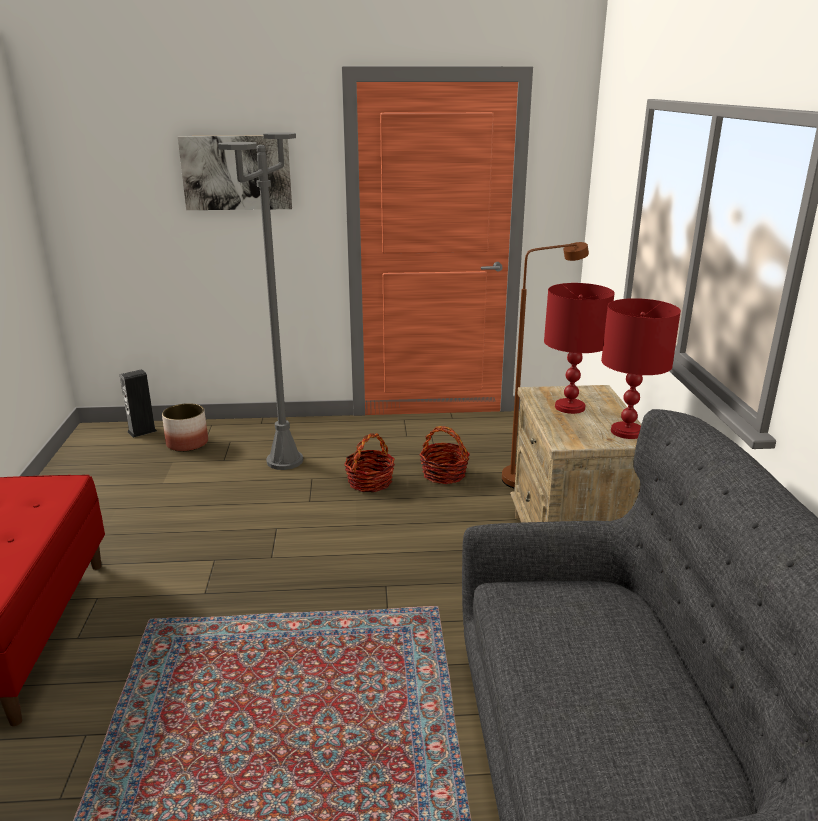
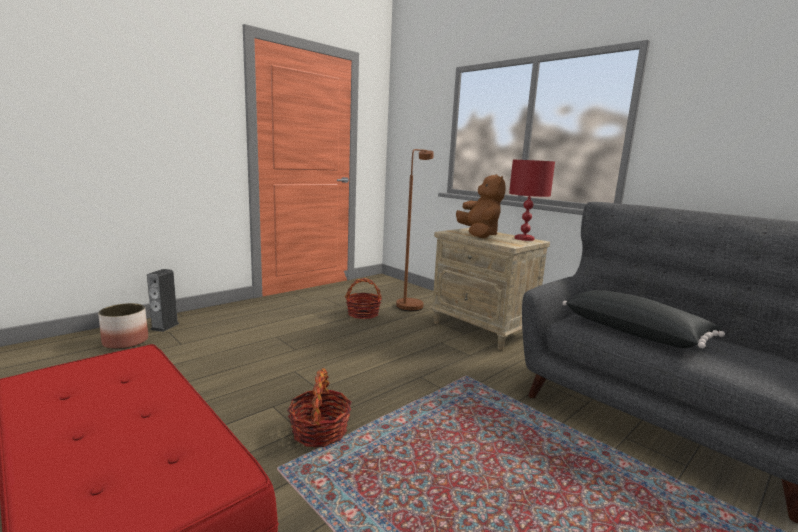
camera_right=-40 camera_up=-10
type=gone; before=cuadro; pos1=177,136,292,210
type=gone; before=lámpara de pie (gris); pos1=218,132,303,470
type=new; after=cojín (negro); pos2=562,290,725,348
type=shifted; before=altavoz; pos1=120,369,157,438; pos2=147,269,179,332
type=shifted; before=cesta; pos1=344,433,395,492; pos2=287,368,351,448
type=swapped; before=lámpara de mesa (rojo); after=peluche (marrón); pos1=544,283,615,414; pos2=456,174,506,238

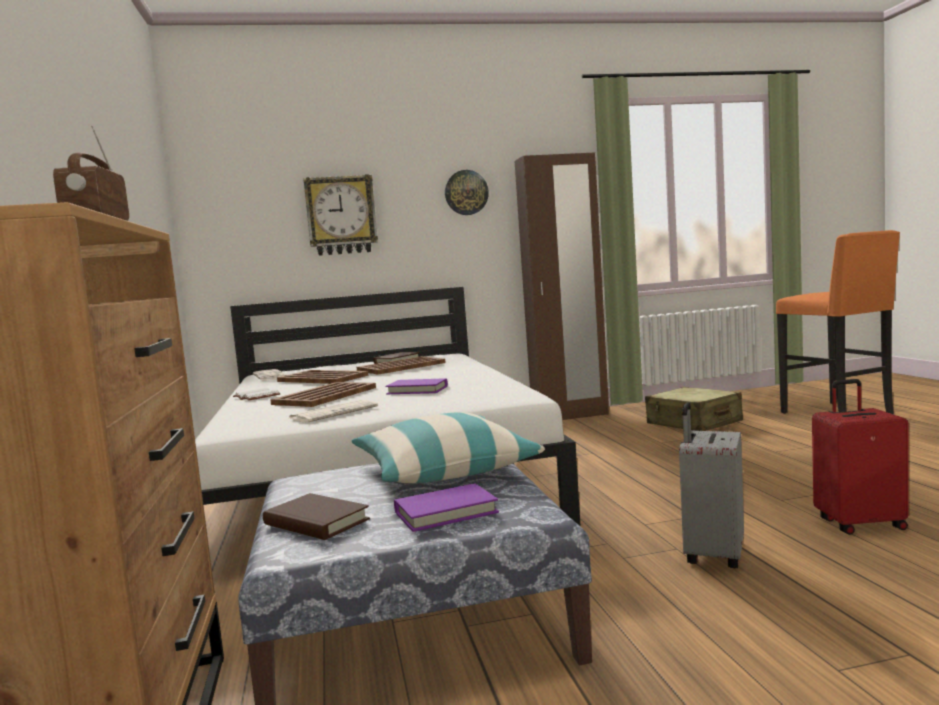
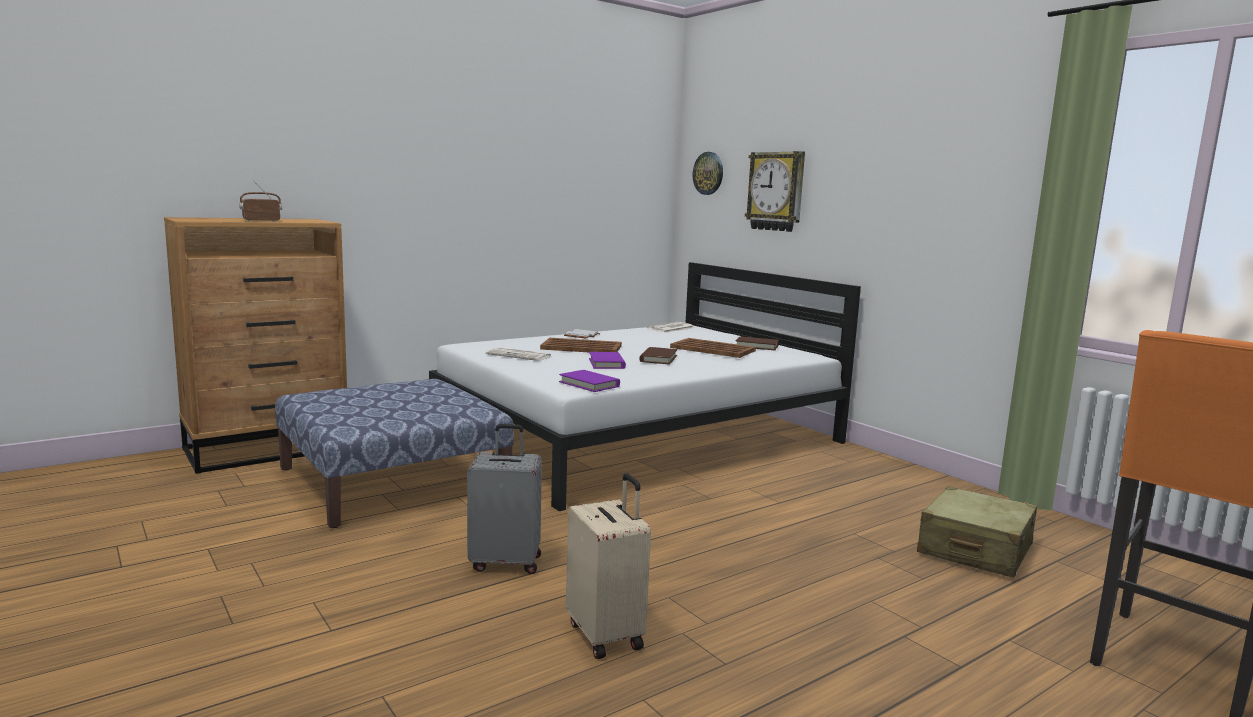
camera_right=65 camera_up=5
type=gone; before=bandeja (marrón); pos1=277,370,368,384
type=gone; before=cojín; pos1=352,412,545,483
type=gone; before=armario ropero (marrón); pos1=515,153,609,420
type=shifted; before=libro (marrón); pos1=263,493,370,540; pos2=639,347,678,364
type=shifted; before=libro (morado); pos1=394,483,499,532; pos2=559,370,620,392
type=shifted; before=reloj de pared; pos1=445,170,489,215; pos2=693,152,723,195
type=repainted; before=maleta (rojo); after=maleta (beis); pos1=812,379,909,535; pos2=566,473,651,659

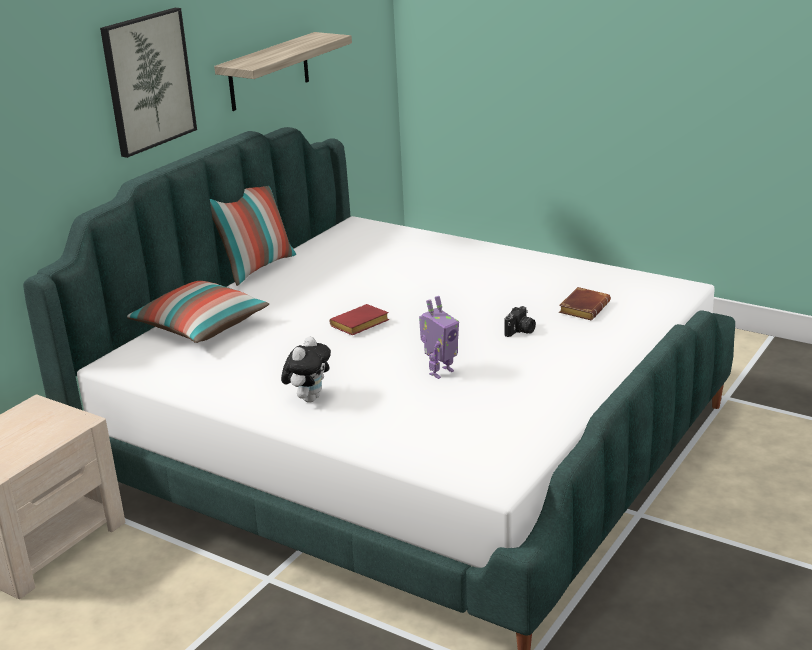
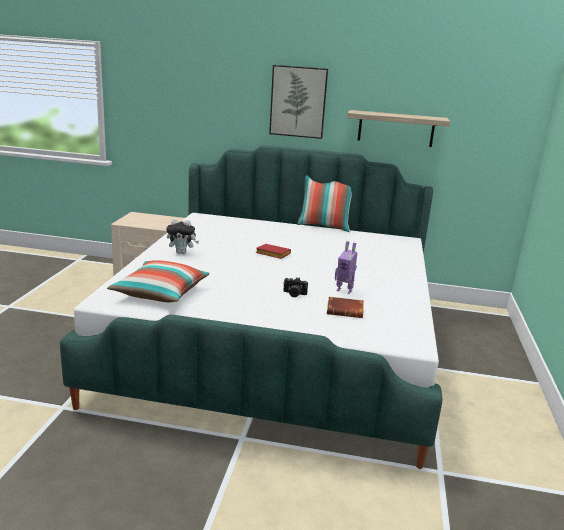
camera_right=65 camera_up=-5
type=shifted; before=cojín; pos1=127,281,269,343; pos2=107,260,210,302
type=shifted; before=robot de juguete; pos1=419,296,459,379; pos2=335,241,358,294

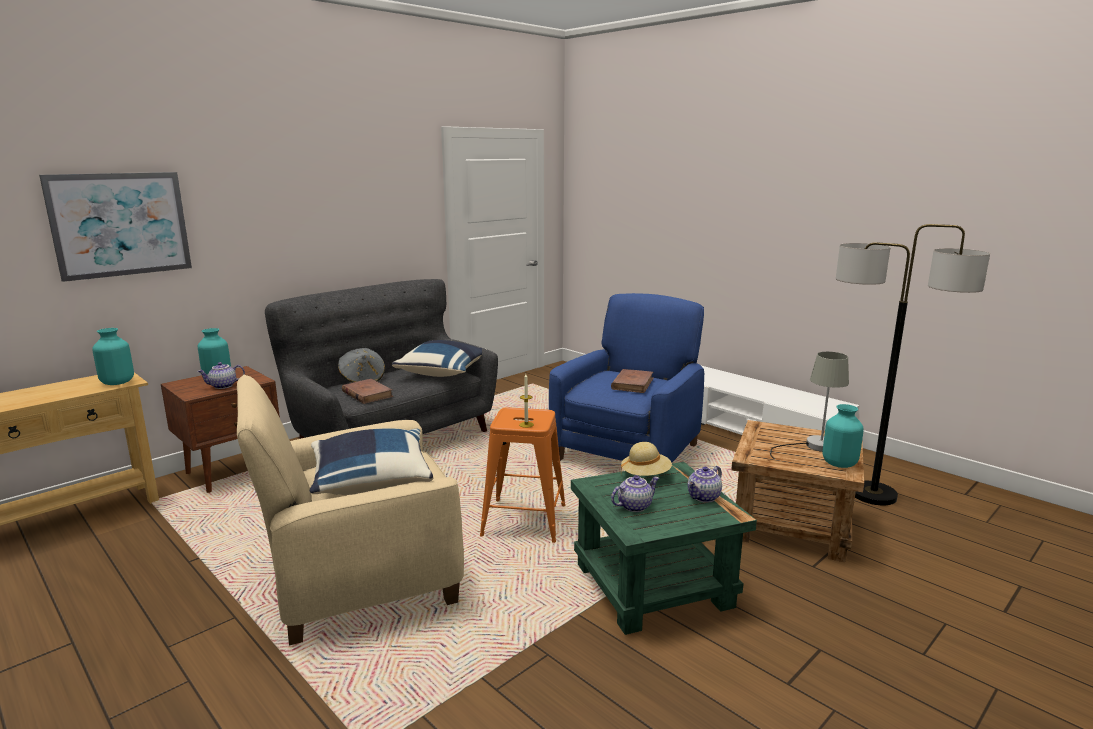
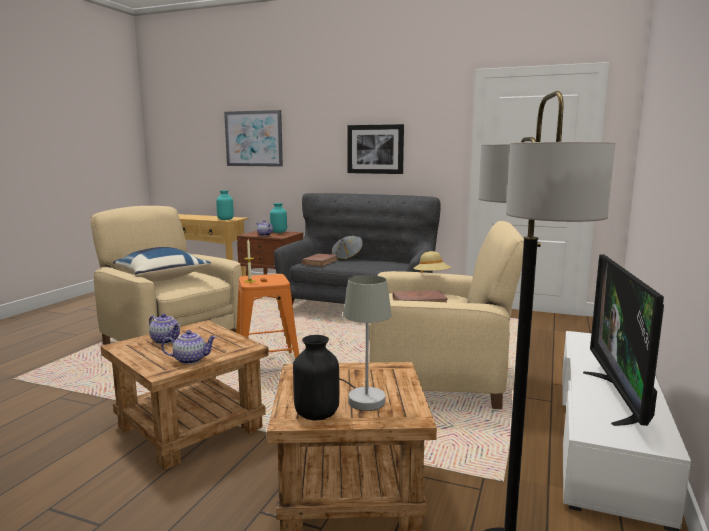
camera_right=65 camera_up=-5
type=gone; before=cojín (azul); pos1=392,340,485,377
type=new; after=cuadro; pos2=347,124,404,174
type=new; after=televisor; pos2=583,254,664,426
type=shifted; before=sombrero (beis); pos1=621,442,672,476; pos2=414,251,451,273
type=repainted; before=sillón (azul); after=sillón (beis); pos1=549,293,704,462; pos2=369,221,524,409
type=repainted; before=mesa auxiliar (verde); after=mesa auxiliar (marrón); pos1=571,462,757,635; pos2=100,320,269,470
type=repainted; before=florero (turquesa); after=florero (negro); pos1=822,404,864,468; pos2=293,335,339,421
type=rotated; before=tetera; pos1=688,466,722,503; pos2=162,330,216,364; turn=150

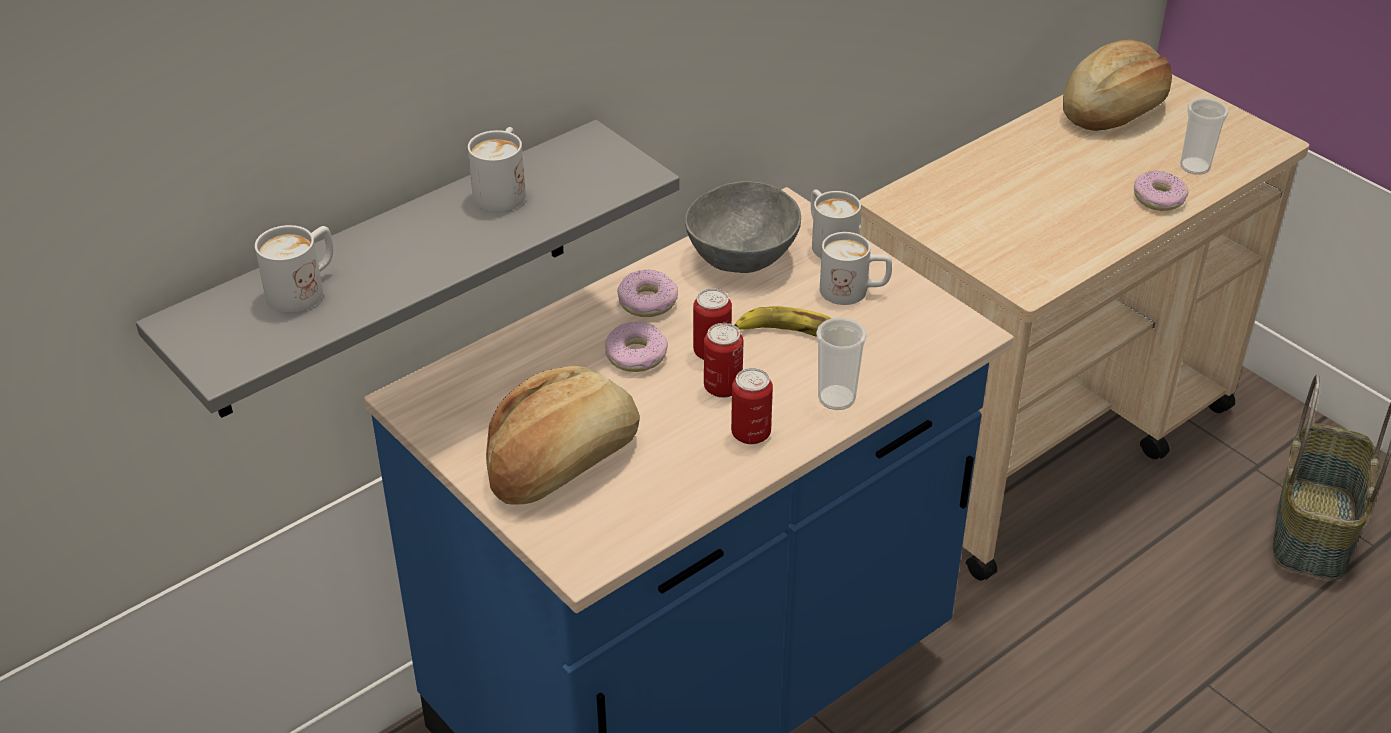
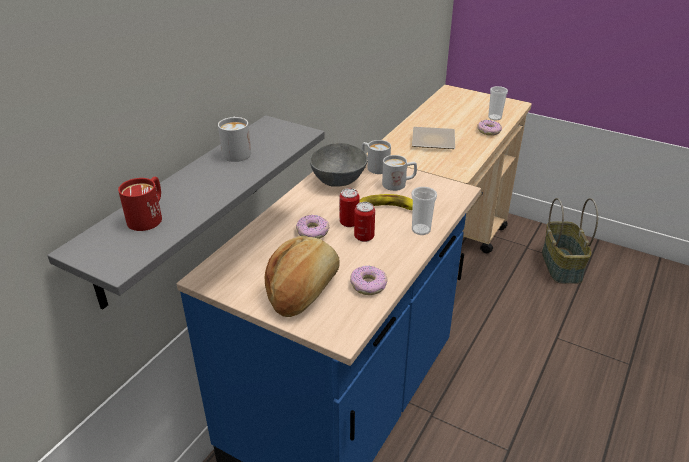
camera_right=-20 camera_up=-5
type=gone; before=lata; pos1=731,368,773,444
type=gone; before=pan; pos1=1063,39,1172,131
type=new; after=plato; pos2=412,127,455,149
type=shifted; before=rosquilla; pos1=617,270,678,317; pos2=350,265,388,295
type=repainted; before=taza grande (blanco); after=taza grande (rojo); pos1=255,225,333,313; pos2=118,177,162,231

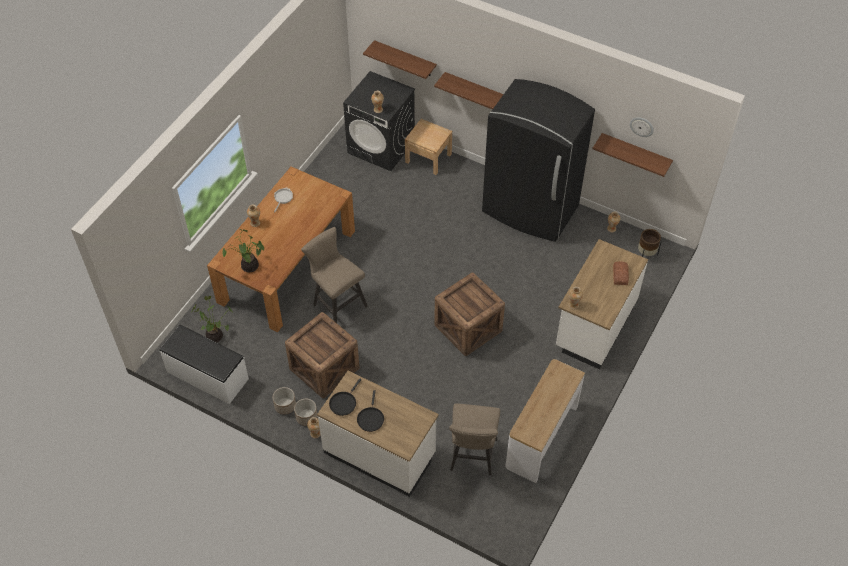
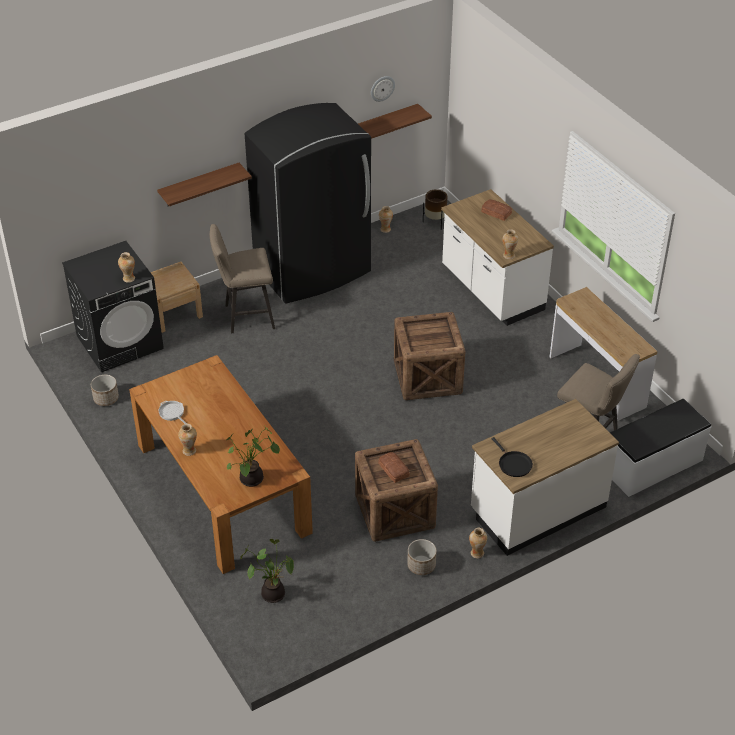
camera_right=-60 camera_up=-10
type=gone; before=sartén (negro); pos1=357,390,384,432
type=gone; before=estante; pos1=363,40,437,79
type=new; after=pan; pos2=378,452,410,483
type=shifted; before=banco (blanco); pos1=160,325,249,404; pos2=610,399,711,497
type=shifted; before=maceta; pos1=294,399,318,426; pos2=91,375,119,406
type=shifted; before=taburete (beis); pos1=301,227,368,323; pos2=210,224,275,333

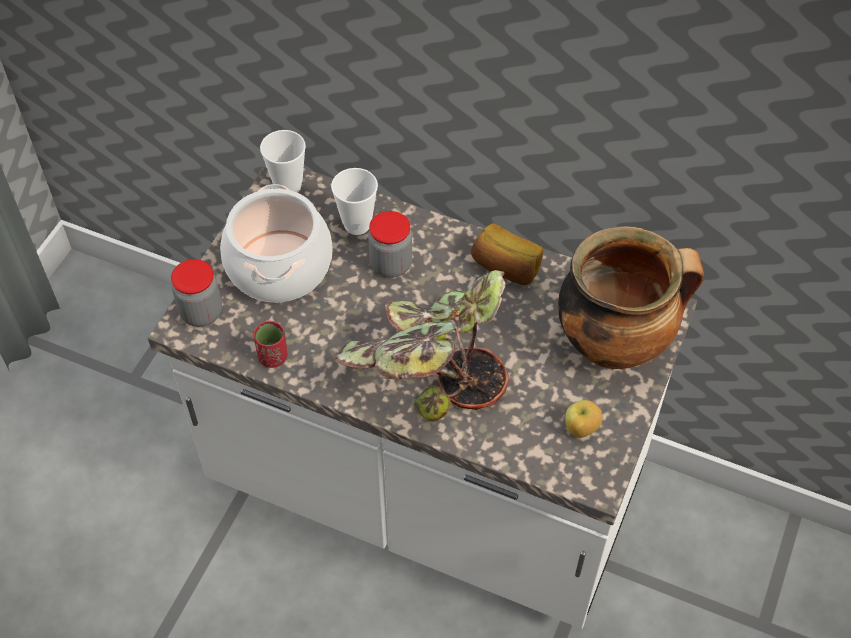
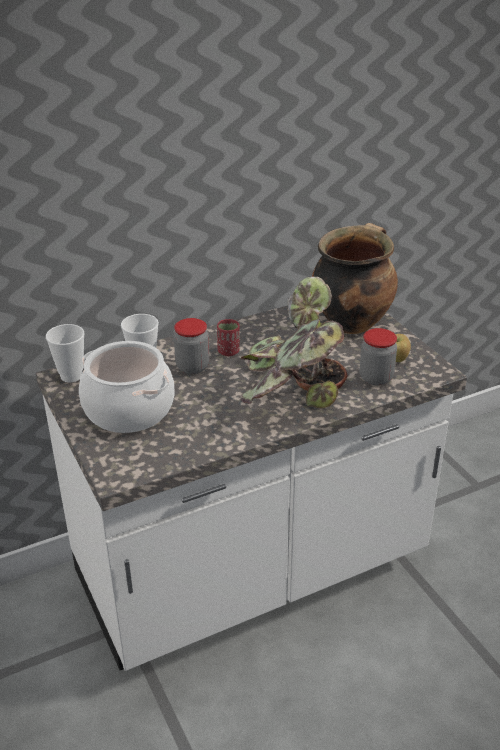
camera_right=-50 camera_up=-20
type=gone; before=pan; pos1=471,223,543,285
type=shifted; before=tarro; pos1=171,259,222,327; pos2=359,328,397,386
type=shifted; before=taza (rojo); pos1=254,321,287,368; pos2=217,319,240,356

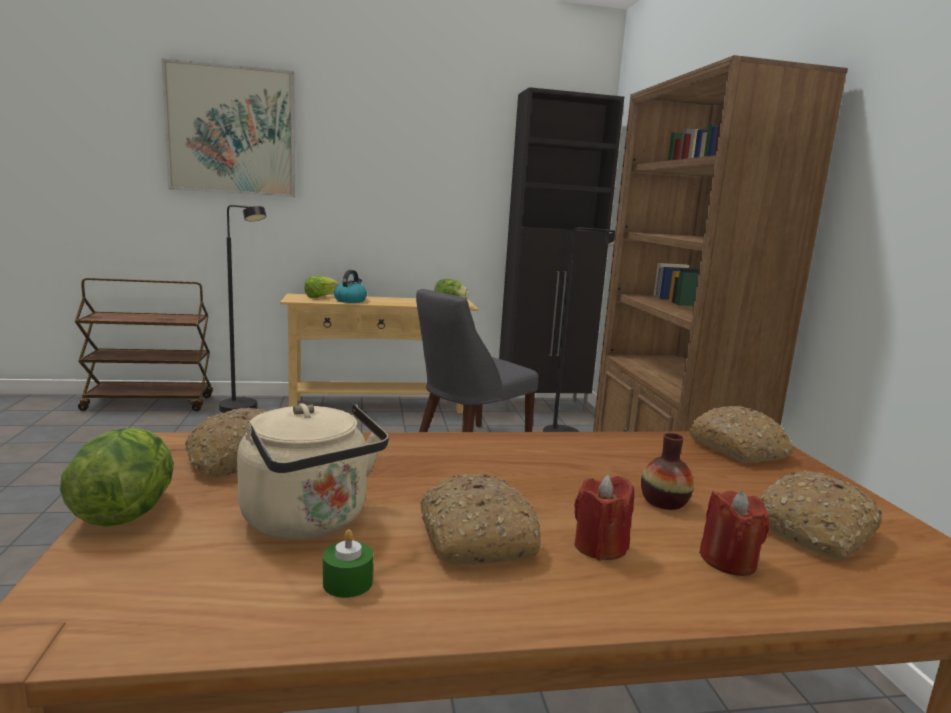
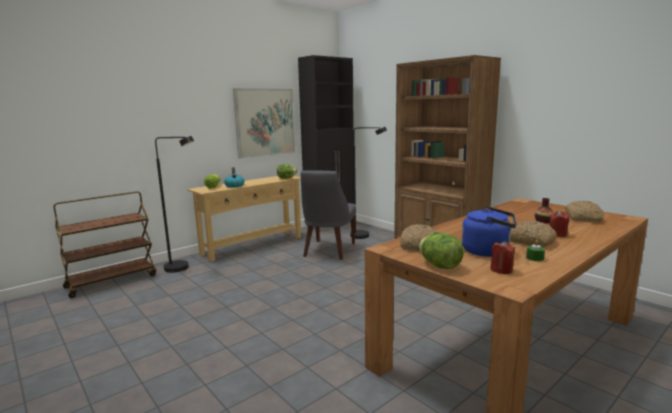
camera_right=-30 camera_up=0
type=gone; before=pan; pos1=689,406,793,463
type=shifted; before=cuadro; pos1=161,58,295,197; pos2=233,88,295,158
type=shifted; before=vela (rojo); pos1=699,490,770,576; pos2=490,241,515,274
type=repainted; before=hervidor (beis); after=hervidor (azul); pos1=237,403,389,540; pos2=462,207,517,257

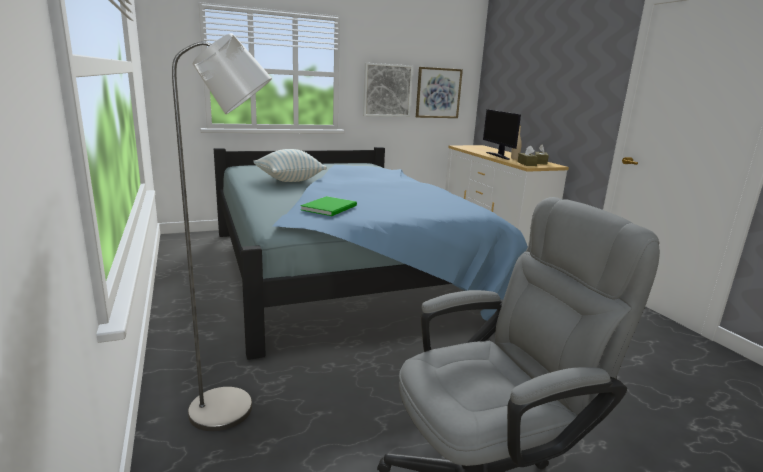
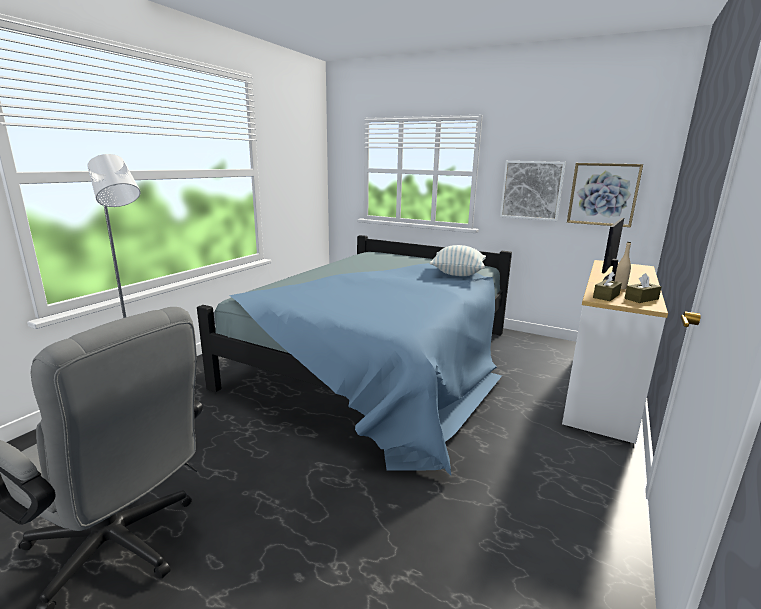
camera_right=50 camera_up=0
type=gone; before=libro (verde); pos1=301,196,357,216
type=shifted; before=cojín; pos1=253,149,327,182; pos2=429,245,486,276

